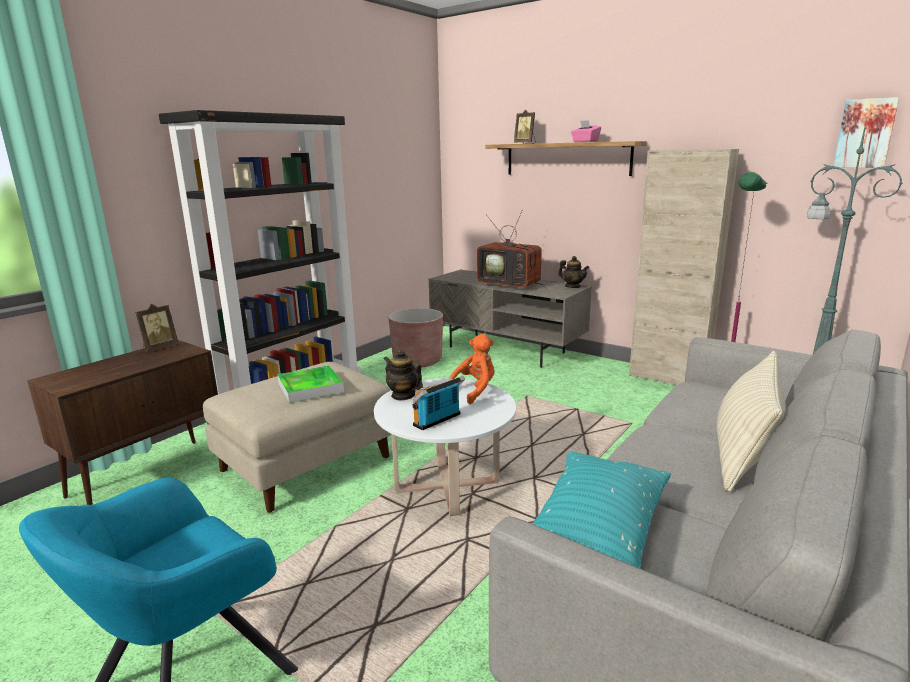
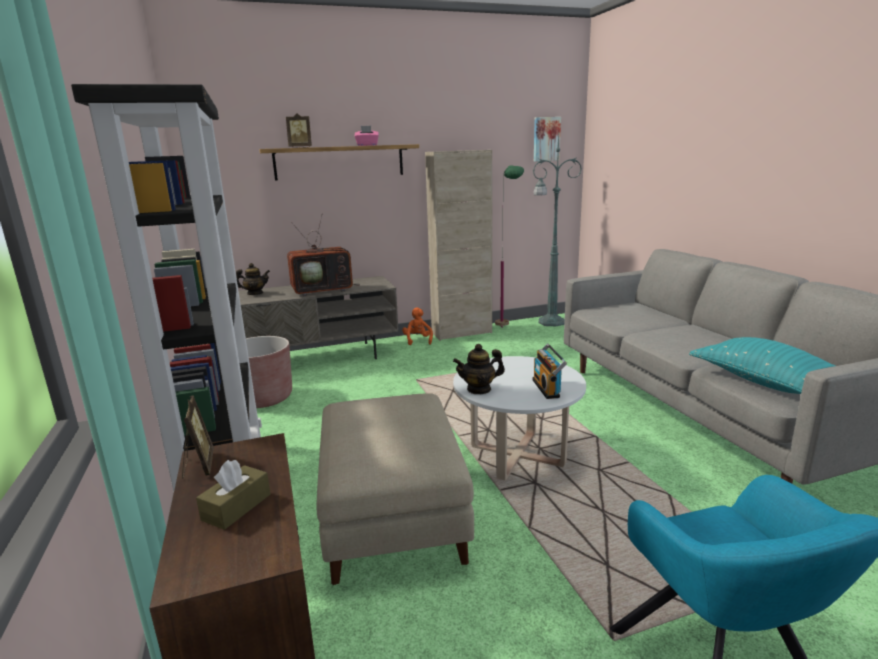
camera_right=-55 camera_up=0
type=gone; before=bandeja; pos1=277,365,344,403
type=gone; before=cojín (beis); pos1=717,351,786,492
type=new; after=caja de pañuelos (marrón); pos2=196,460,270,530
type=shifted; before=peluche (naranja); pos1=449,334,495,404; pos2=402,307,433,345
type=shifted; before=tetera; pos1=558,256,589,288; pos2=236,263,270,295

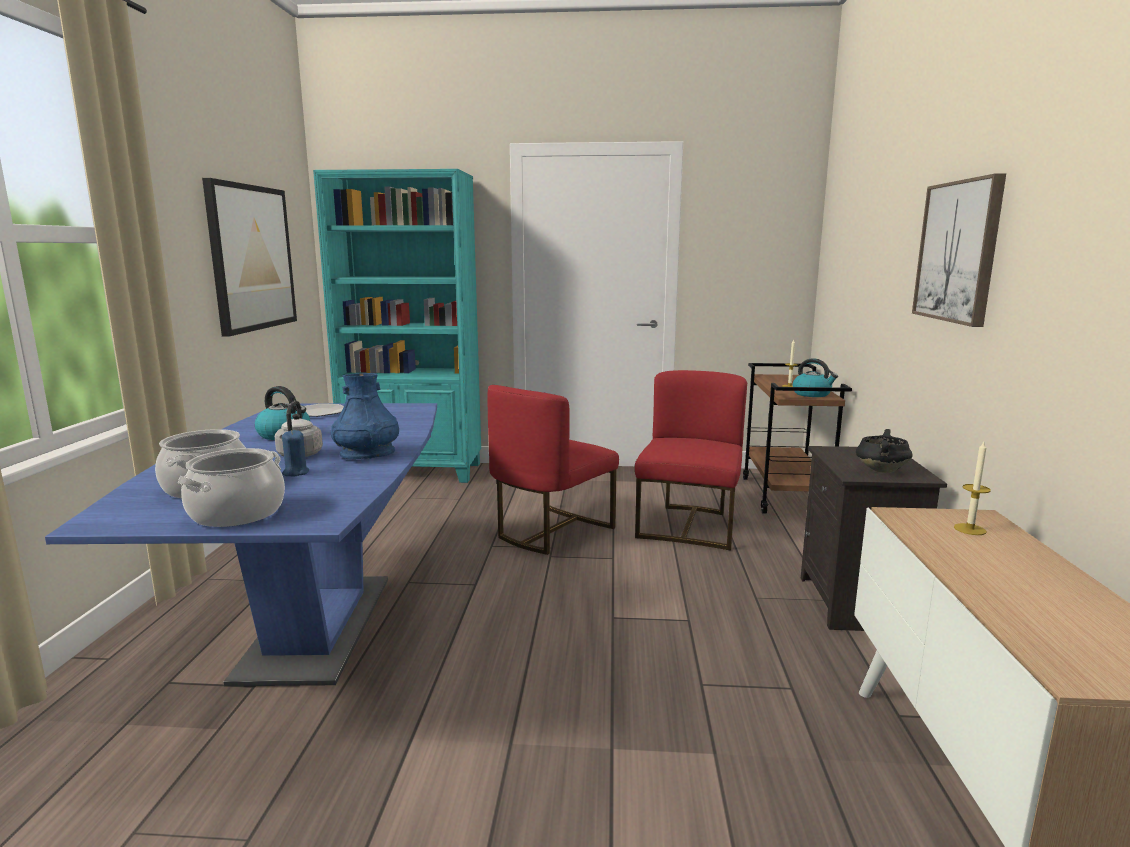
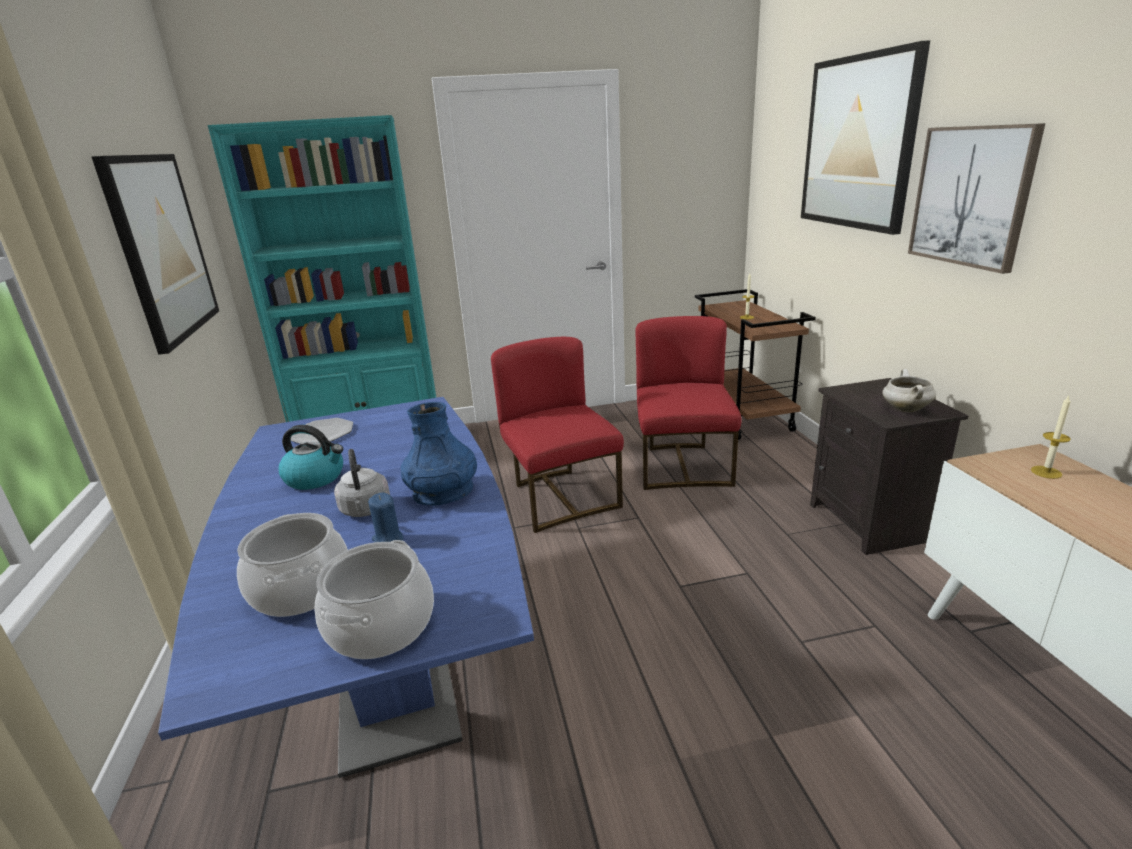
camera_right=-15 camera_up=10
type=gone; before=hervidor; pos1=793,358,838,397
type=new; after=cuadro; pos2=801,40,930,235
type=repainted; before=olla (negro); after=olla (blanco); pos1=856,429,912,473; pos2=882,369,936,412
type=rotated; before=silla (rojo); pos1=487,385,619,555; pos2=491,337,624,533; turn=135

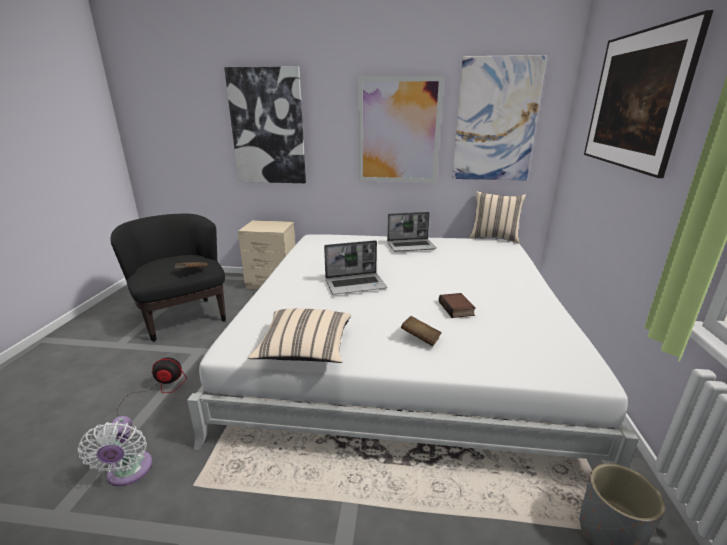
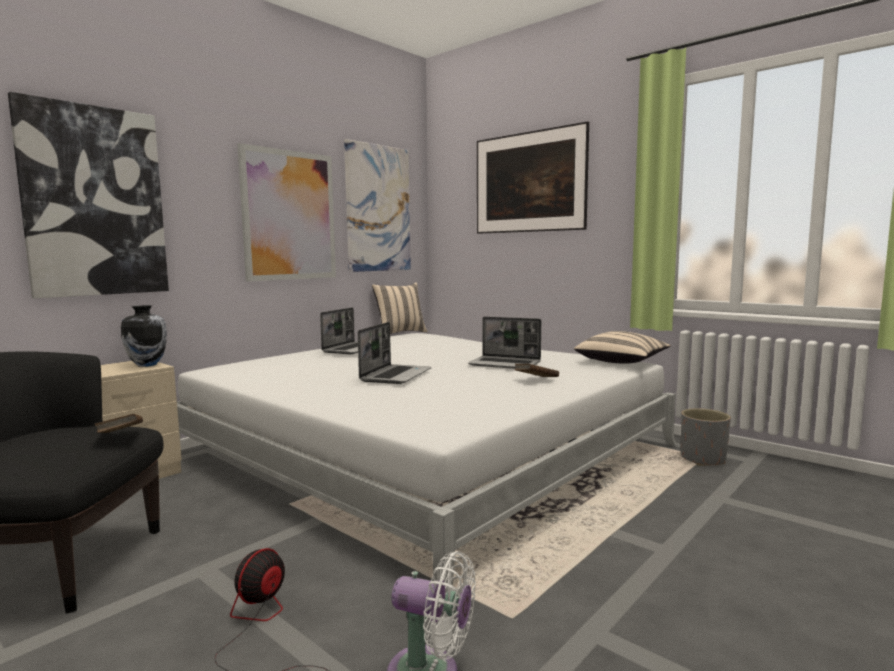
camera_right=-55 camera_up=-15
type=new; after=florero; pos2=121,305,167,367
type=shifted; before=cojín (beis); pos1=248,308,351,363; pos2=574,331,671,364
type=swapped; before=libro; after=portátil; pos1=439,293,476,318; pos2=468,317,541,369

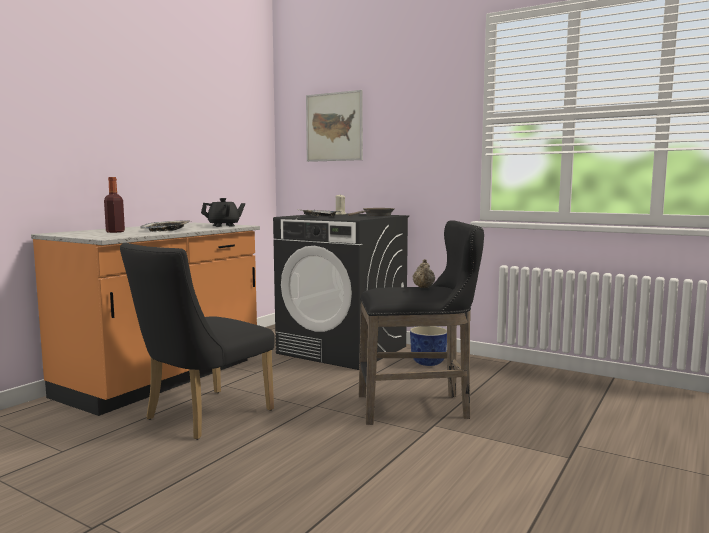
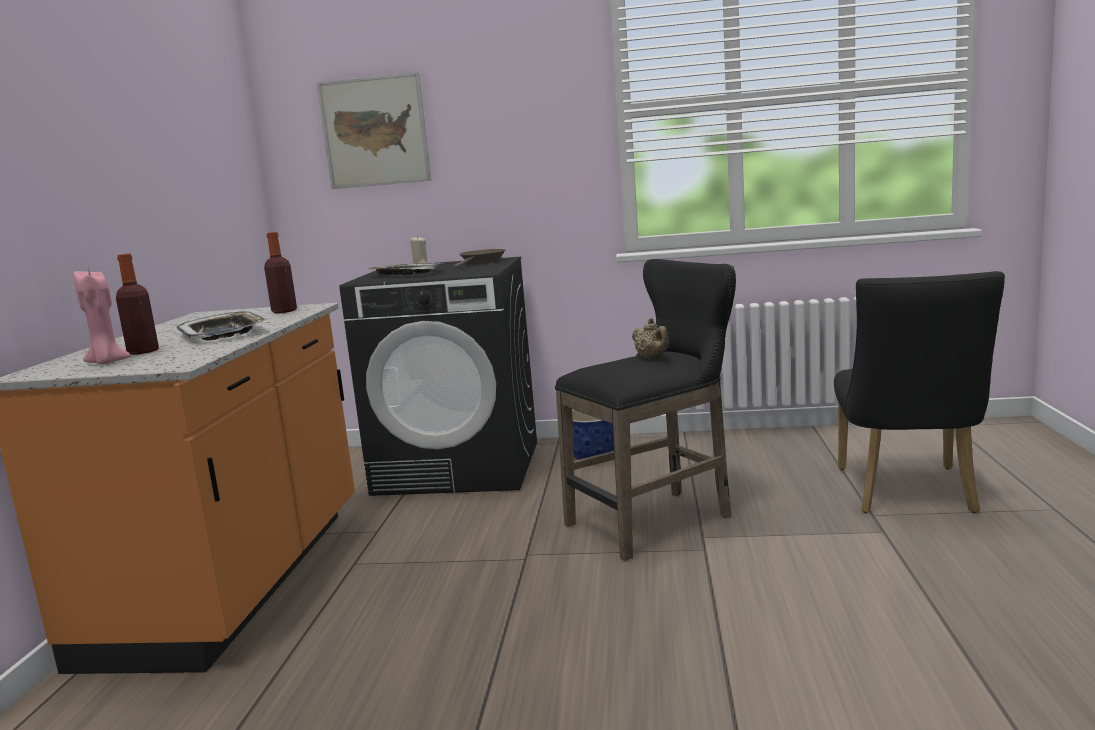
camera_right=-25 camera_up=5
type=new; after=vela (rosa); pos2=73,268,131,364
type=shifted; before=silla (negro); pos1=120,243,275,440; pos2=834,271,1005,513
type=swapped; before=tetera (negro); after=botella; pos1=201,198,245,227; pos2=264,232,297,313

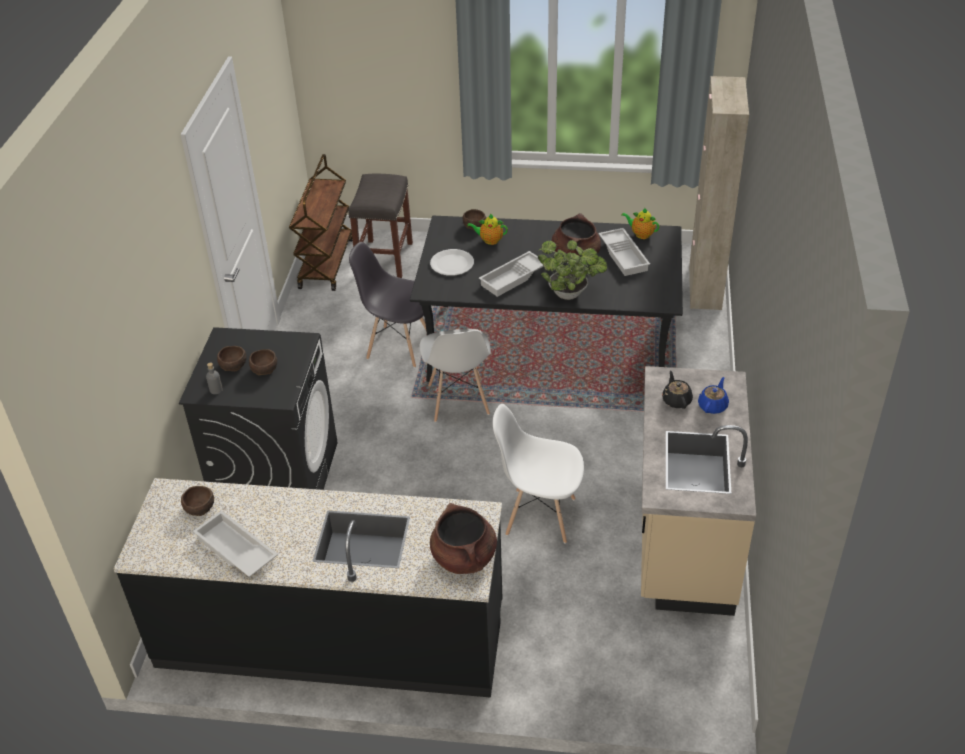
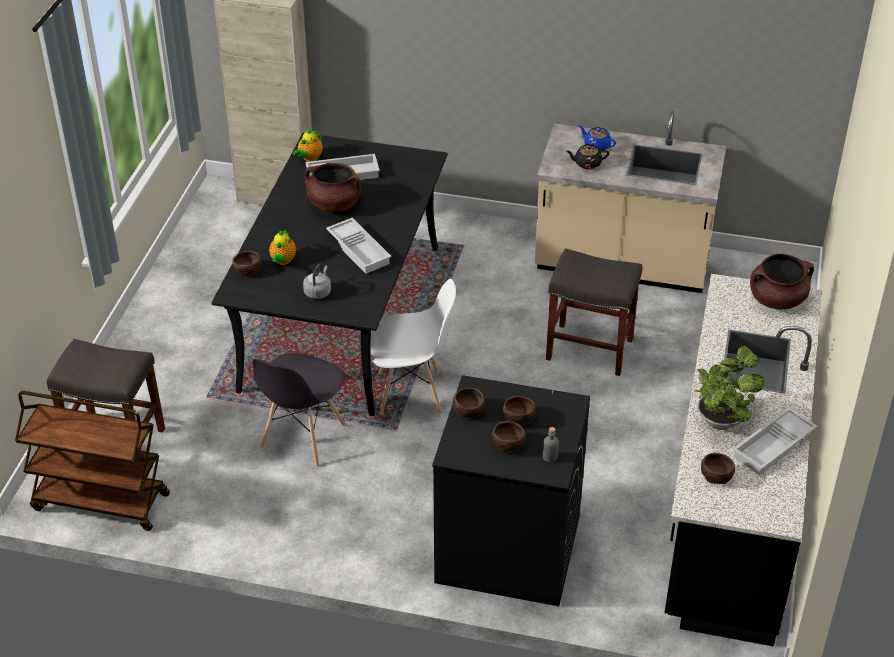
camera_right=-85 camera_up=0
type=new; after=cuenco (marrón); pos2=453,388,485,418
type=shifted; before=planta en maceta; pos1=538,240,607,300; pos2=695,346,764,430
type=swapped; before=plato (blanco); after=hervidor (gris); pos1=430,249,474,276; pos2=303,264,331,299
type=swapped; before=silla (blanco); after=taburete (gris); pos1=493,404,584,543; pos2=546,248,642,376

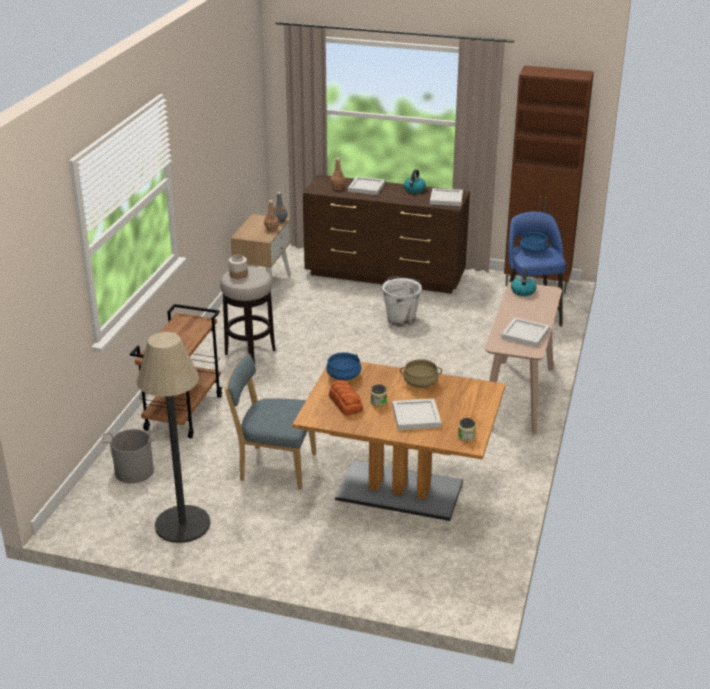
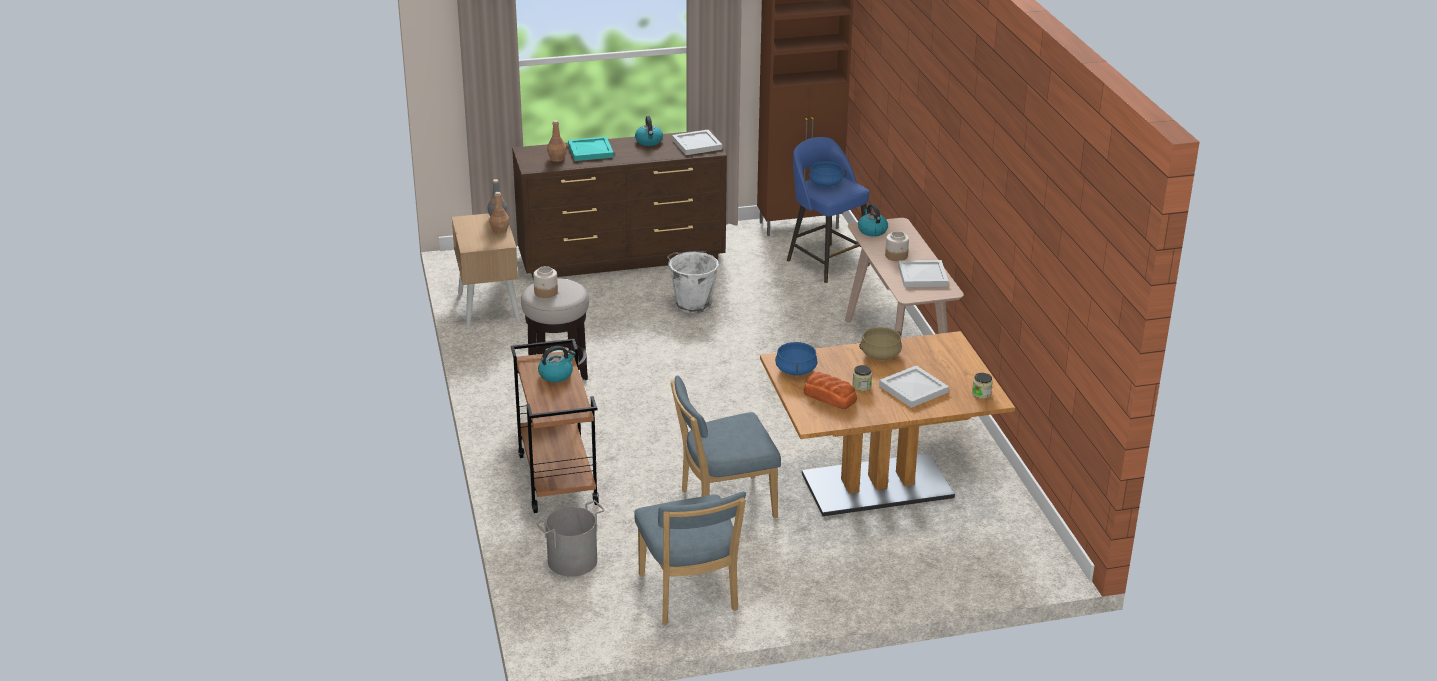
camera_right=-30 camera_up=0
type=new; after=hervidor; pos2=538,346,576,382
type=new; after=tarro; pos2=885,231,909,261
type=swapped; before=lámpara de pie; after=silla (azul); pos1=137,332,211,543; pos2=634,491,746,624
type=repainted; before=bandeja (blanco); after=bandeja (turquesa); pos1=348,177,385,195; pos2=568,137,614,161

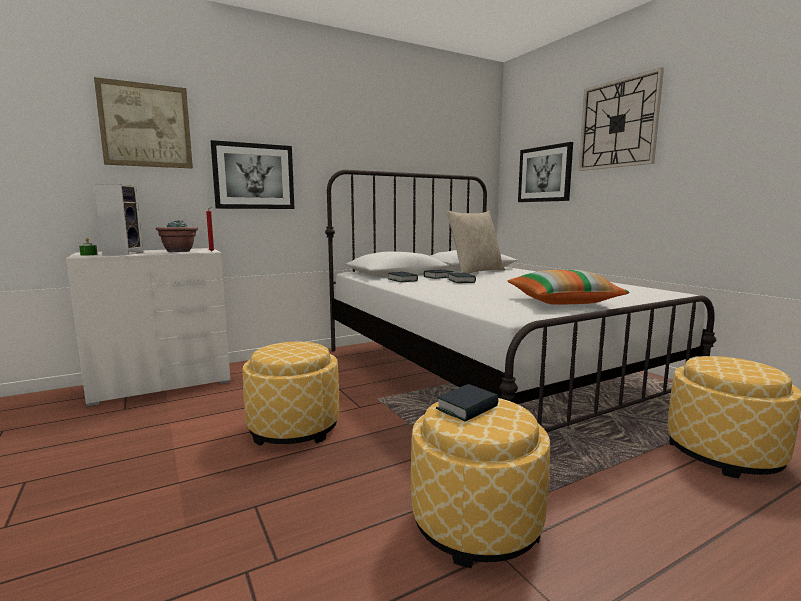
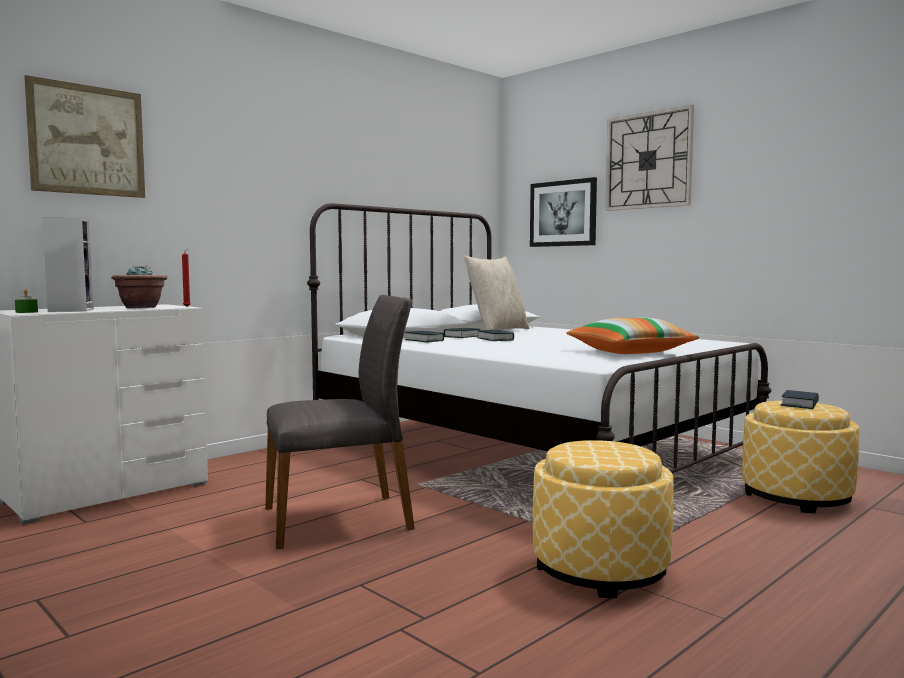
camera_right=-15 camera_up=-5
type=gone; before=cuadro; pos1=211,140,295,209
type=shifted; before=libro; pos1=436,384,498,421; pos2=781,390,819,409
type=swapped; before=puf; after=silla (gris); pos1=243,342,339,446; pos2=265,295,415,549

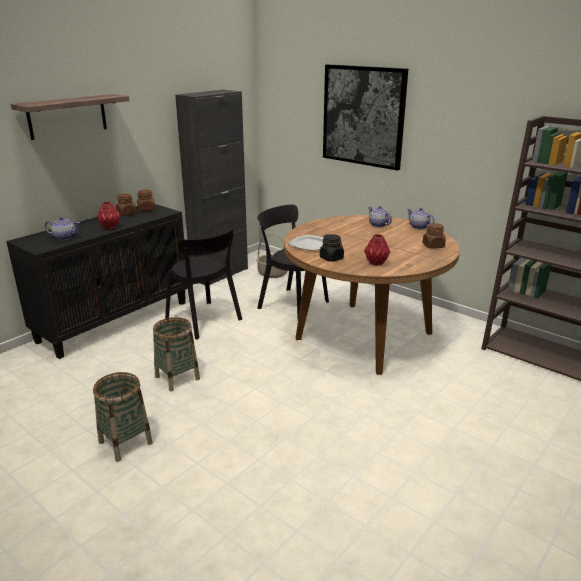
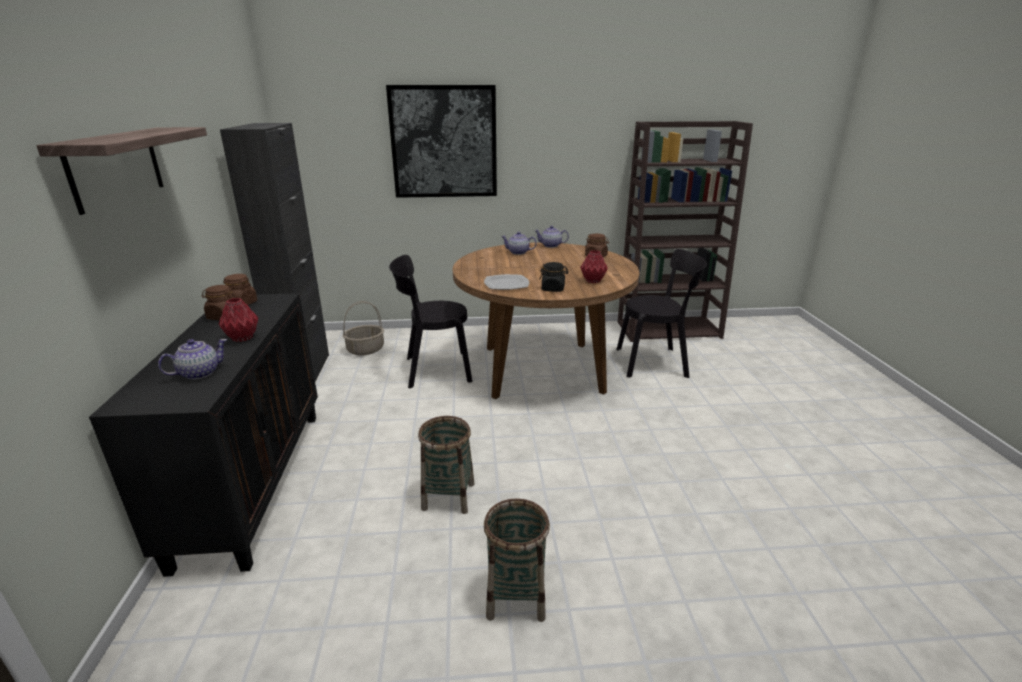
camera_right=-45 camera_up=0
type=shifted; before=silla (negro); pos1=165,224,242,340; pos2=616,249,707,378

